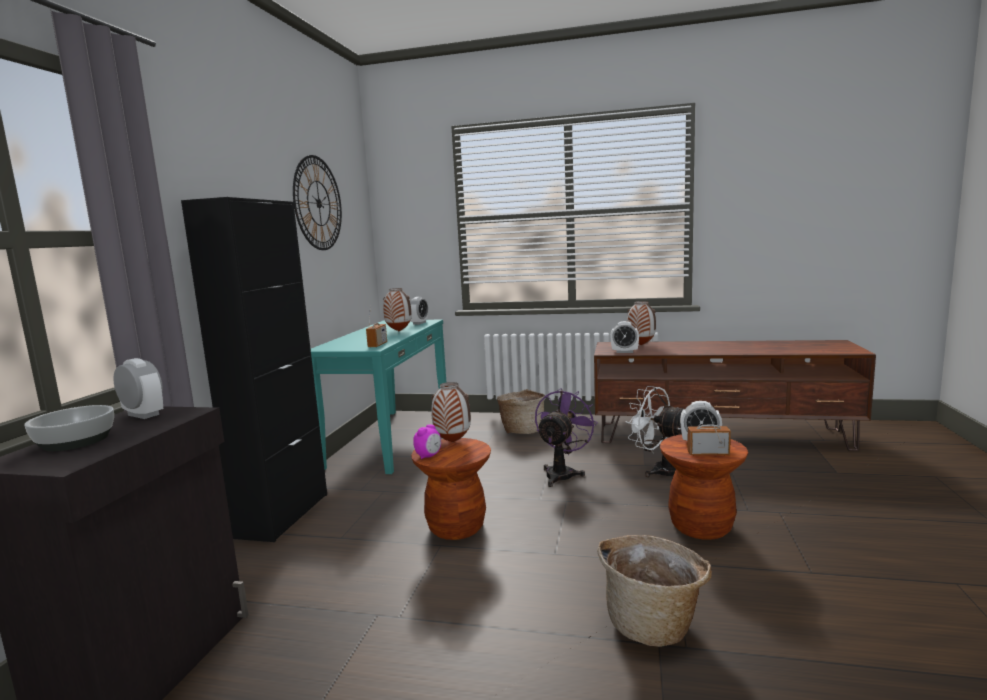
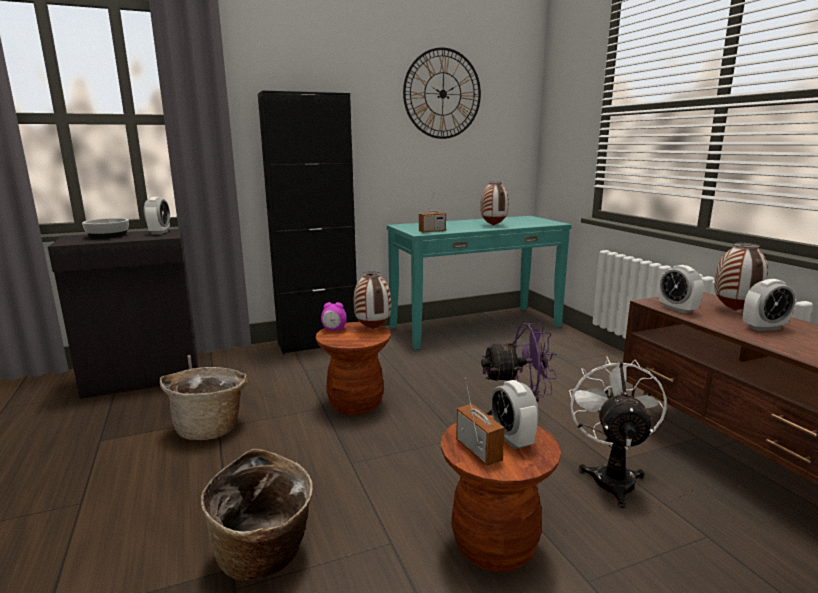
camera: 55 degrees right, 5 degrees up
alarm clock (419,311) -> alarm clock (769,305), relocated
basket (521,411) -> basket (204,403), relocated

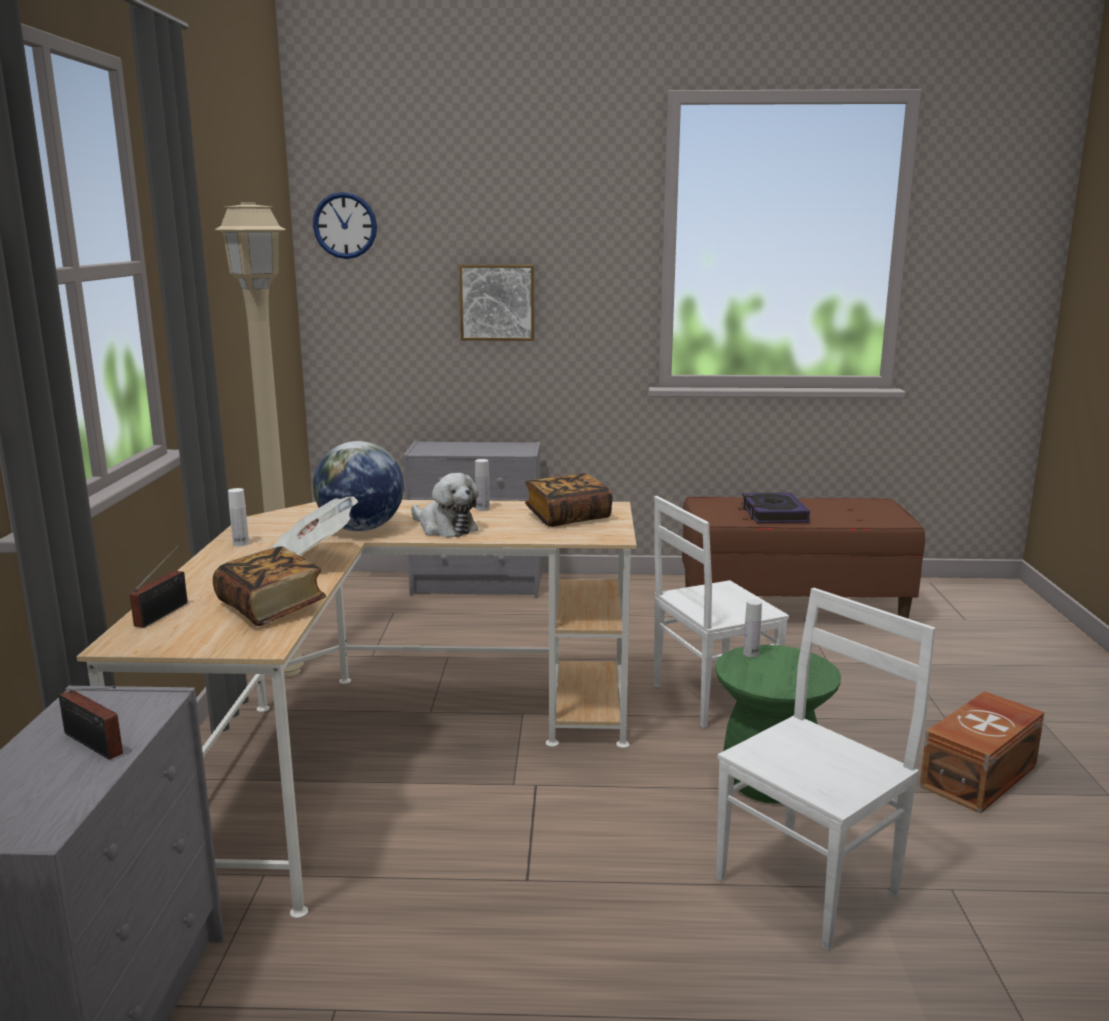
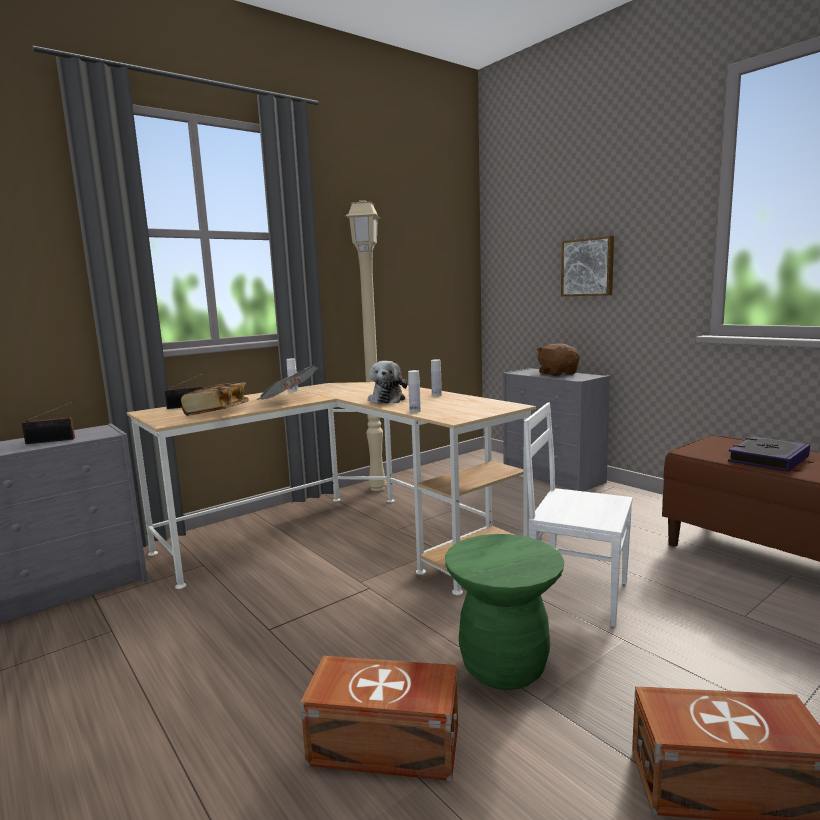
camera: 50 degrees right, 5 degrees down
wall clock (345,225) -> none
globe (358,486) -> none
book (569,500) -> none
white chair (826,769) -> brown storage box (379,718)
white bottle (752,628) -> white bottle (414,391), relocated
radio (91,723) -> radio (48,422), 105 degrees counterclockwise
none -> brown plush toy (557,359)

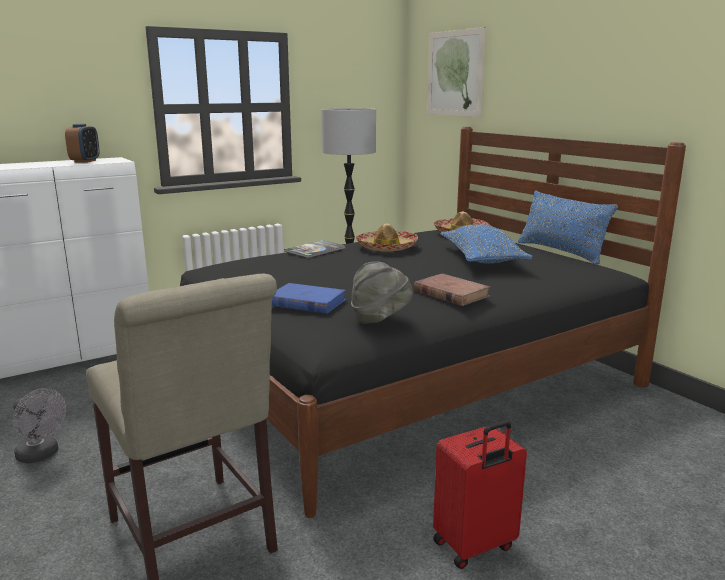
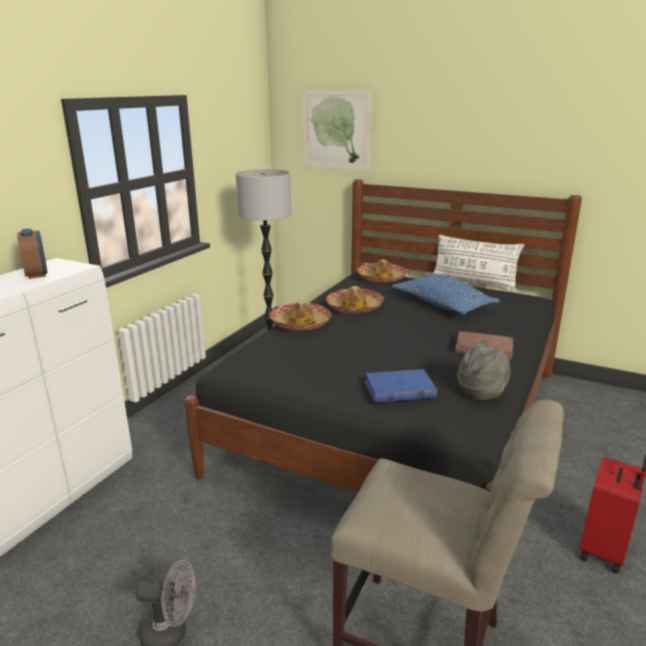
camera: 30 degrees left, 5 degrees up
blue pillow (568,227) -> white pillow (478,264)
book (314,249) -> hat (300,316)

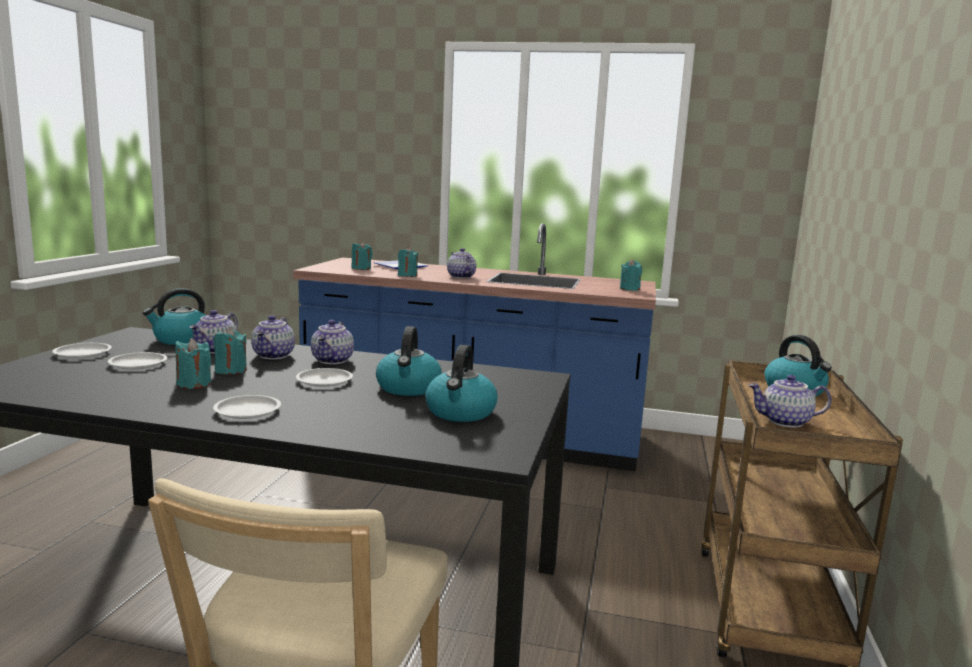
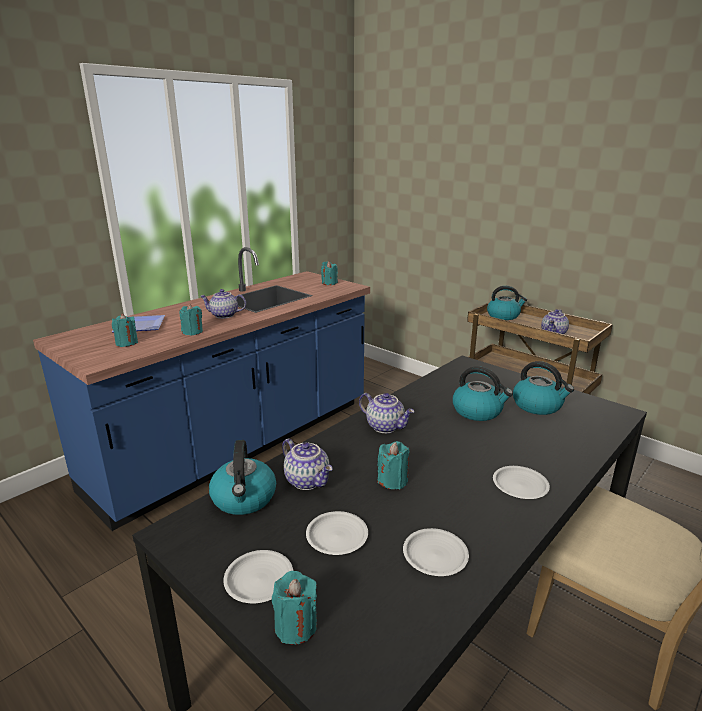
camera: 60 degrees left, 10 degrees up
teapot (273,337) -> none
turquoise candle (193,363) -> turquoise candle (294,607), relocated
white plate (324,377) -> white plate (436,552), relocated

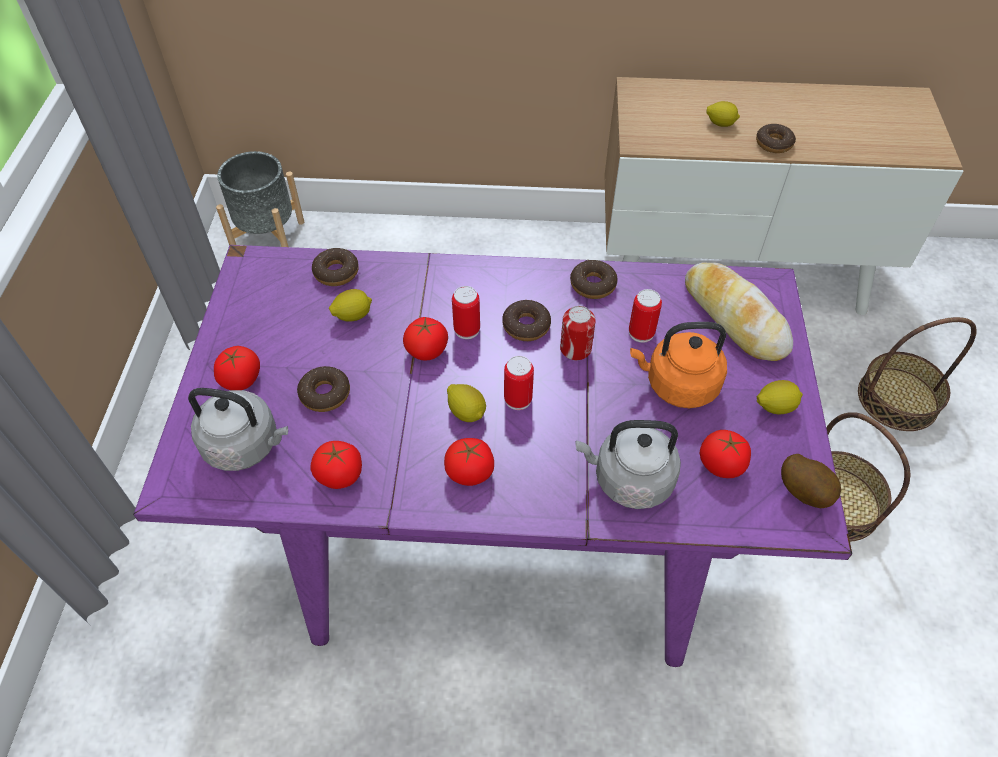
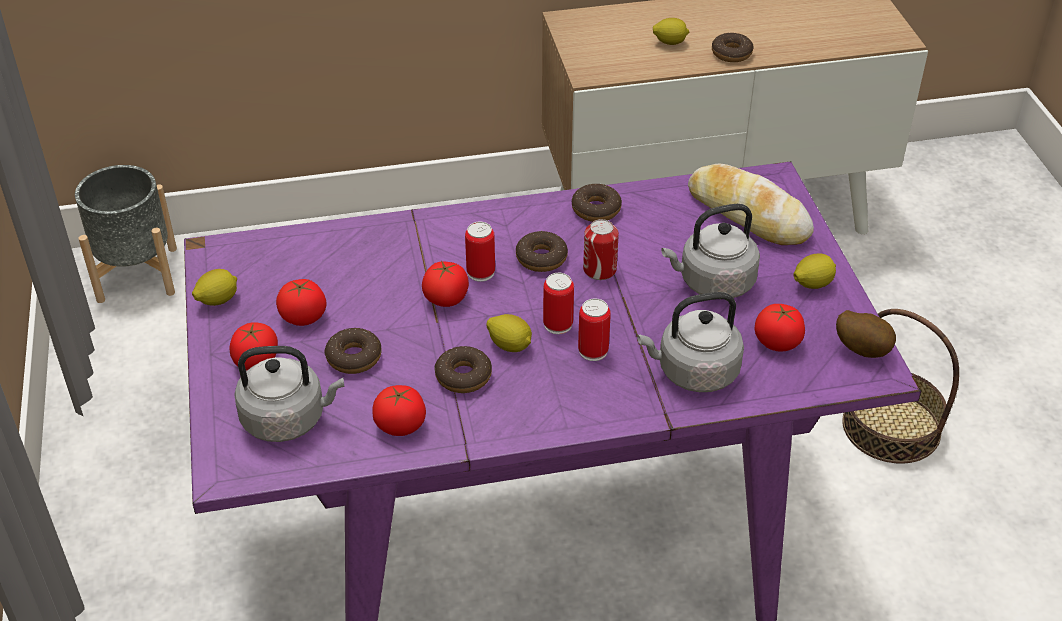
camera: 15 degrees left, 10 degrees down
donut (335,267) -> donut (463,369), relocated
lemon (350,305) -> lemon (214,287), relocated
can (645,316) -> can (594,329), relocated
basket (917,374) -> none
orange kettle (678,365) -> grey kettle (710,251)
tomato (469,462) -> tomato (301,302), relocated

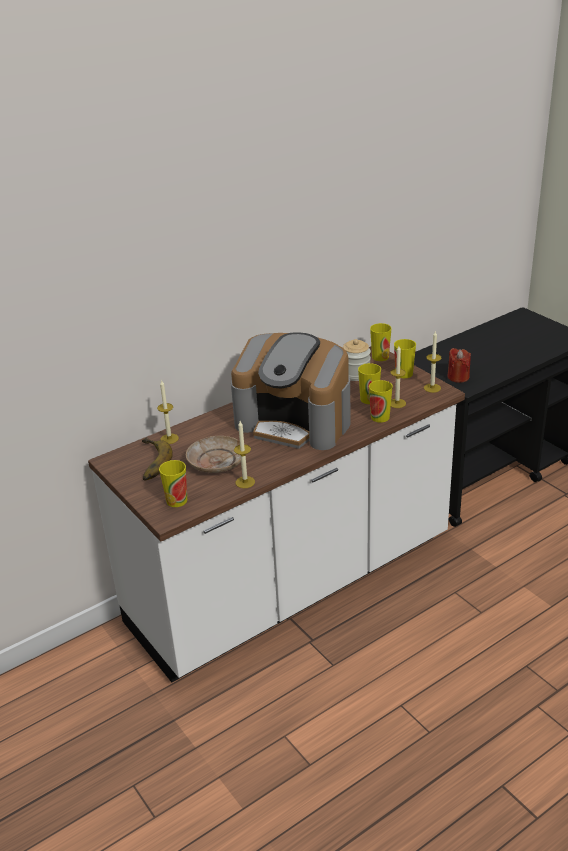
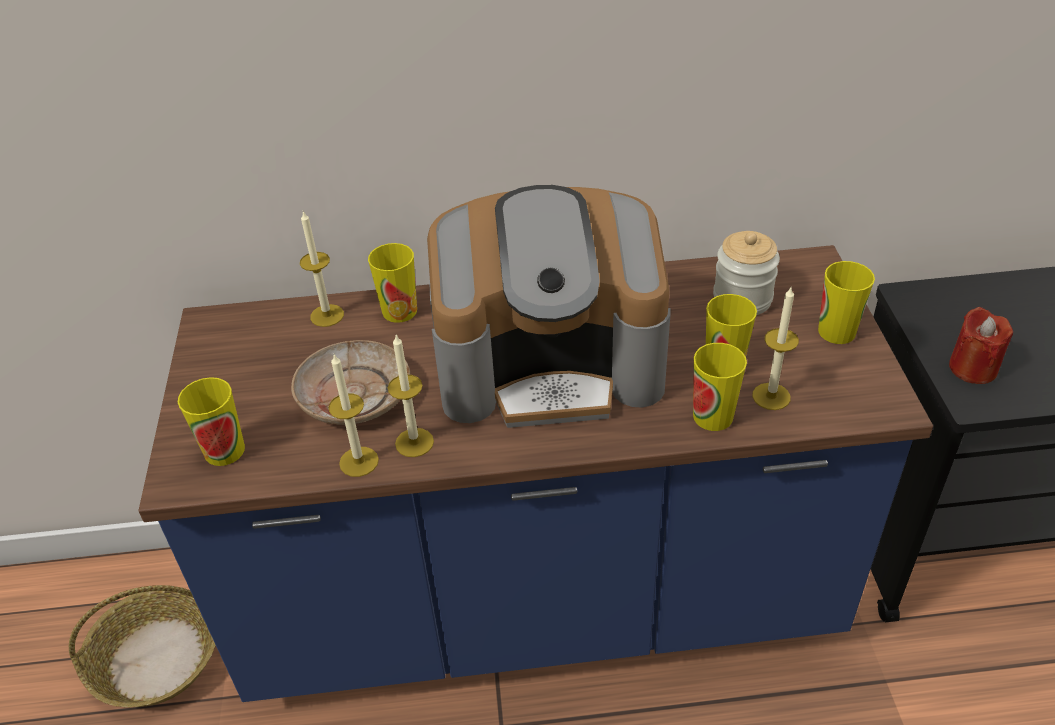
camera: 30 degrees right, 10 degrees up
cup (381,342) -> cup (392,283), relocated
candle (432,362) -> candle (411,396), relocated
coffee machine (290,391) -> coffee machine (549,306), 60 degrees counterclockwise
white counter (276,514) -> blue counter (536,473)
banana (157,459) -> none
none -> basket (142,646)

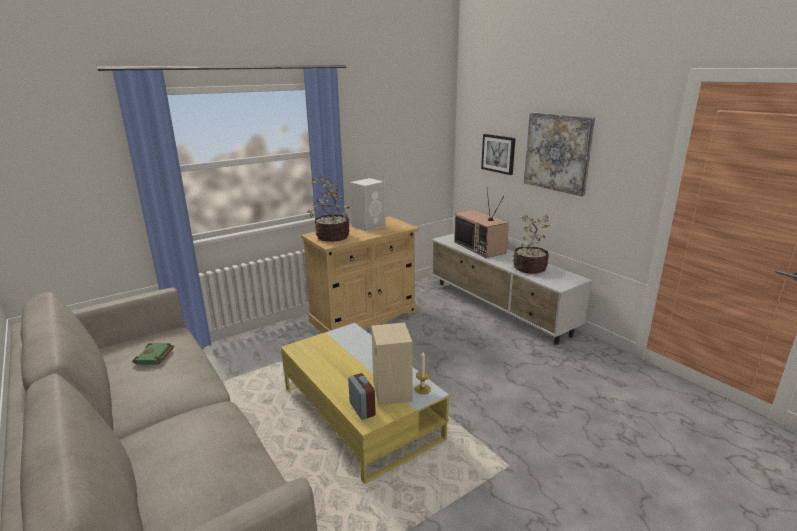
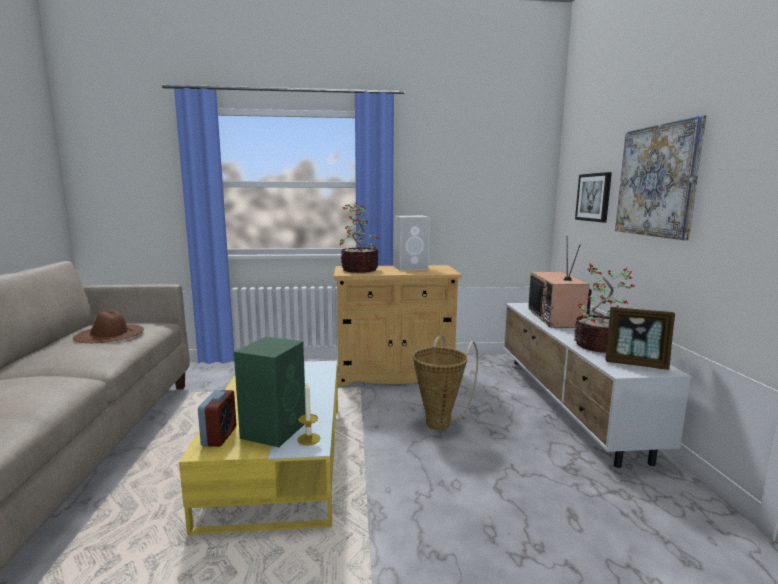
camera: 30 degrees right, 10 degrees down
beige speaker (392,364) -> green speaker (270,392)
green book (153,354) -> brown hat (108,326)
none -> picture frame (640,338)
none -> basket (445,382)

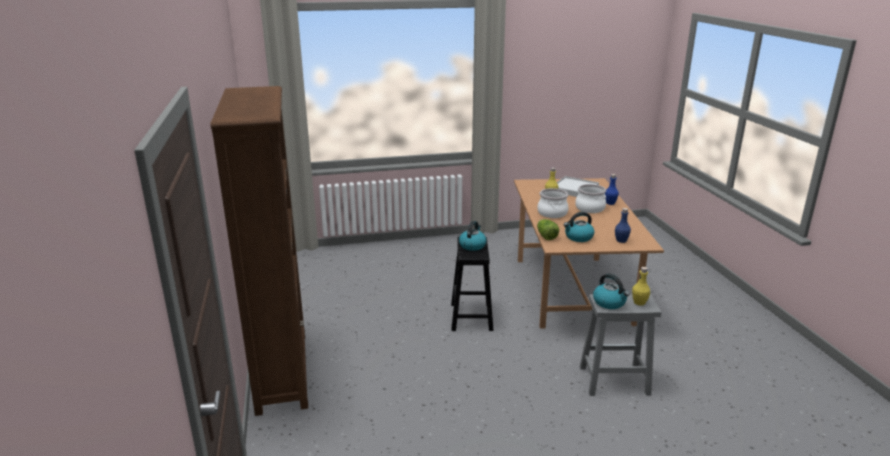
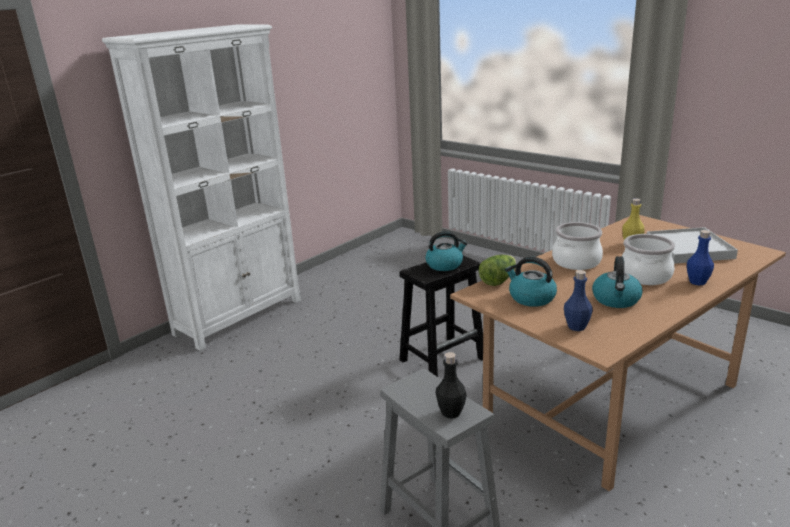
camera: 55 degrees right, 0 degrees up
brown bookcase (259,251) -> white bookcase (201,188)
yellow bottle (641,286) -> black bottle (451,385)
kettle (611,291) -> kettle (617,282), relocated

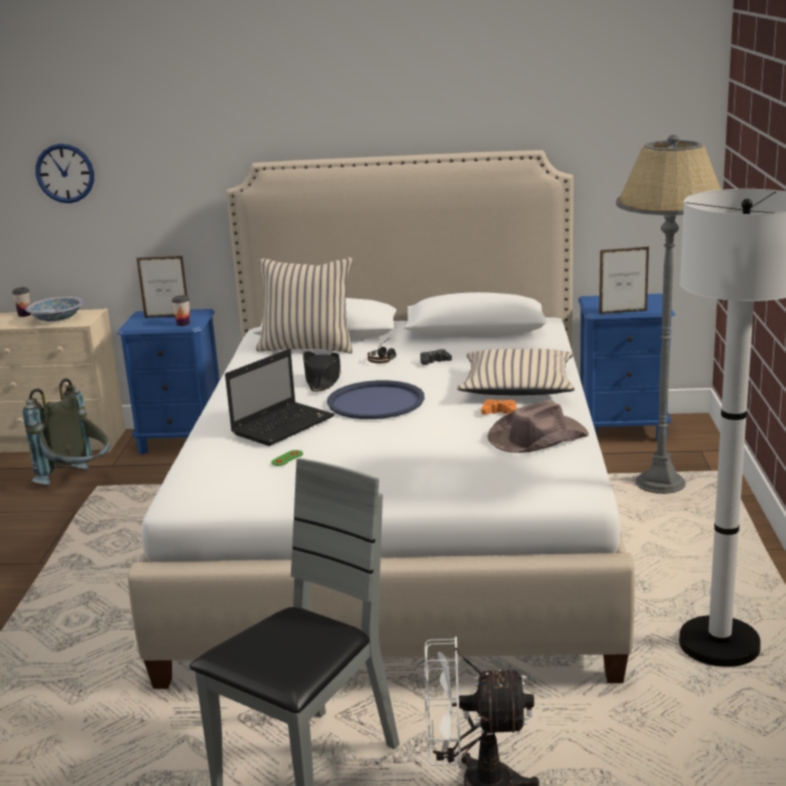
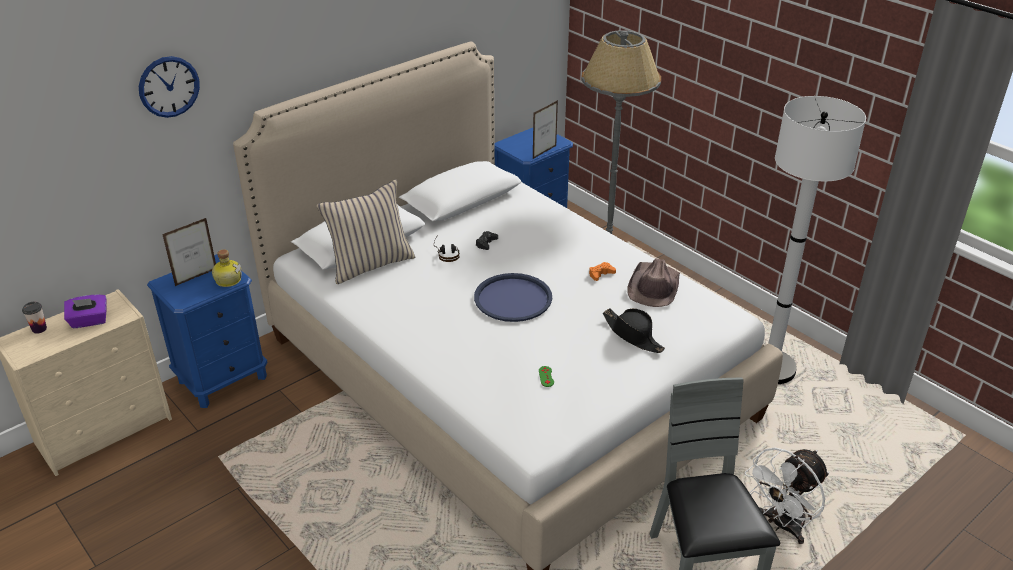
camera: 45 degrees left, 15 degrees up
wall clock (64,173) -> wall clock (169,87), relocated
cup (181,310) -> bottle (227,268)
bowl (54,309) -> purple tissue box (85,311)
laptop (280,397) -> none
beige pillow (516,372) -> none
black hat (322,371) -> black hat (634,330), relocated
grey backpack (66,431) -> none

